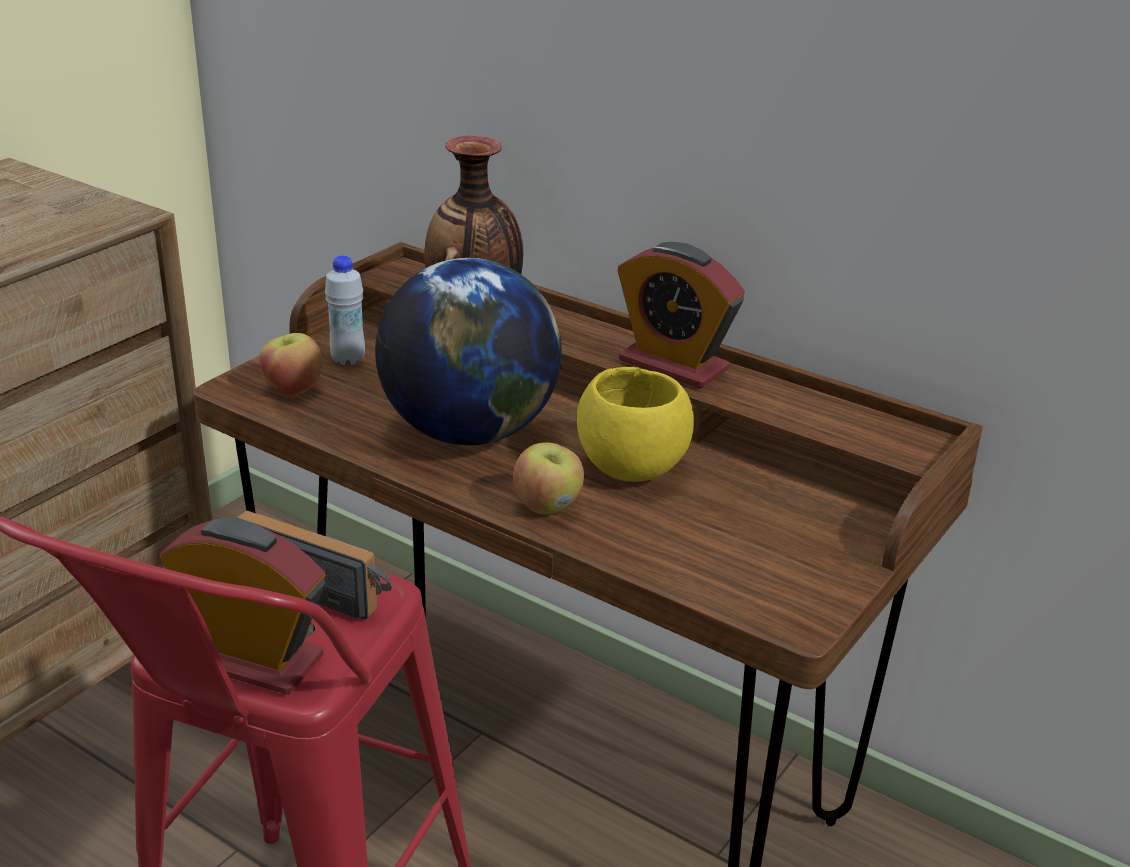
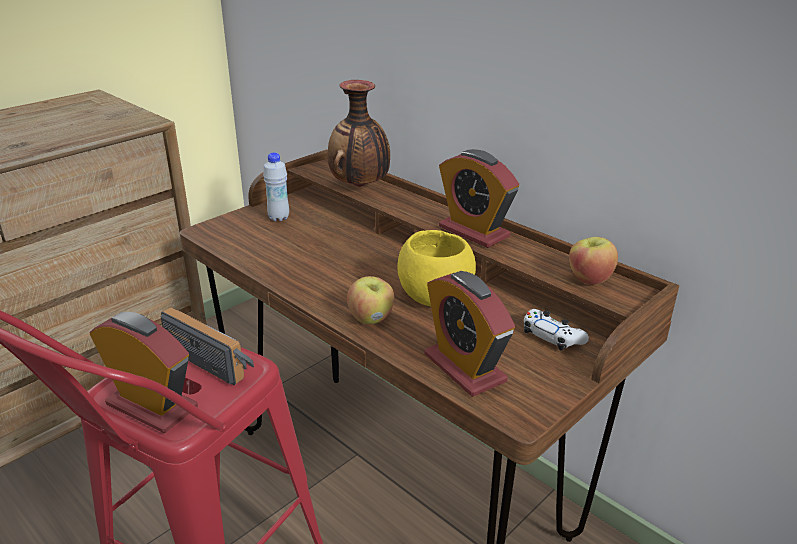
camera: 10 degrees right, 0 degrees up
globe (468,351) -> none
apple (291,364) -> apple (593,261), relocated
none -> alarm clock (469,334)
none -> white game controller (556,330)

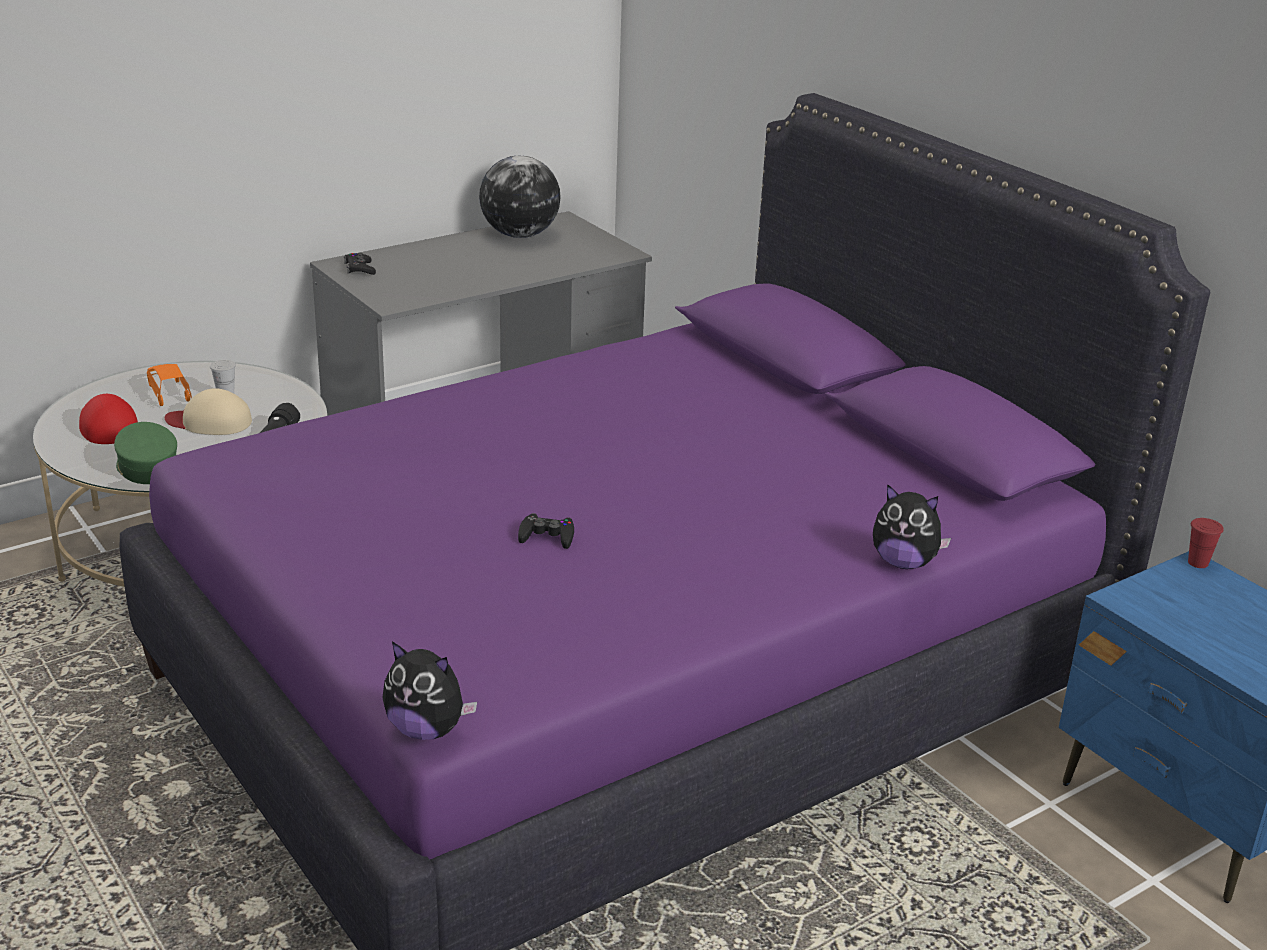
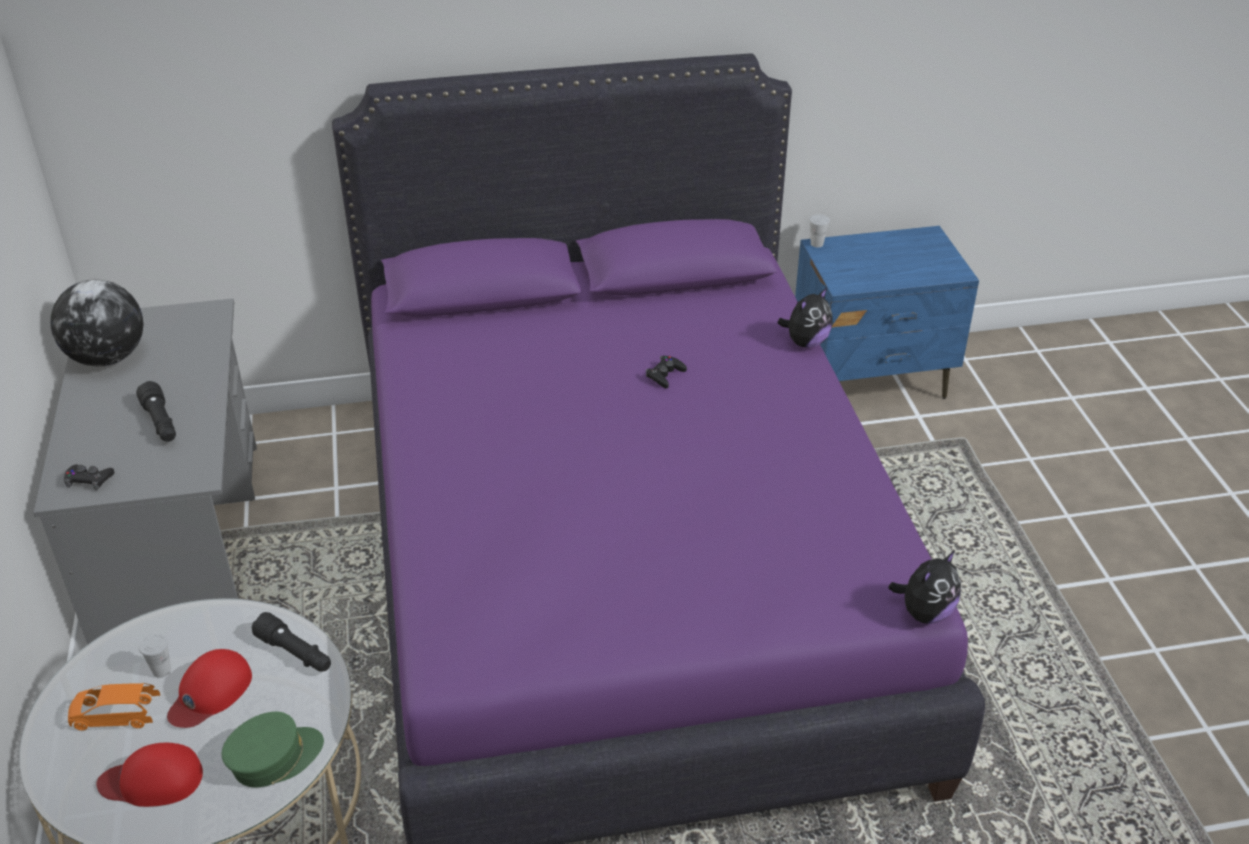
camera: 65 degrees left, 10 degrees up
beige cap (208,411) -> red cap (209,688)
green cap (145,453) -> green cap (273,750), 150 degrees clockwise
black game controller (546,531) -> black game controller (666,372), relocated
red cup (1206,543) -> white cup (819,230)
none -> black flashlight (156,411)

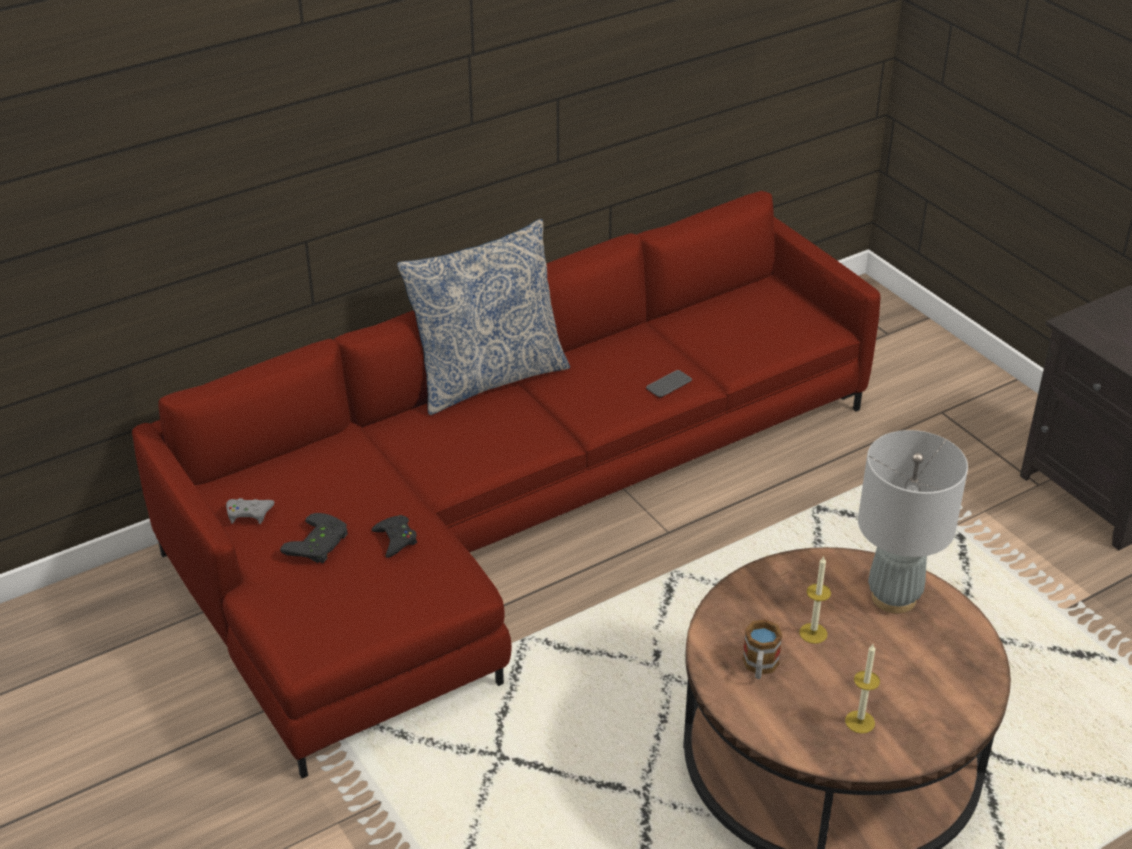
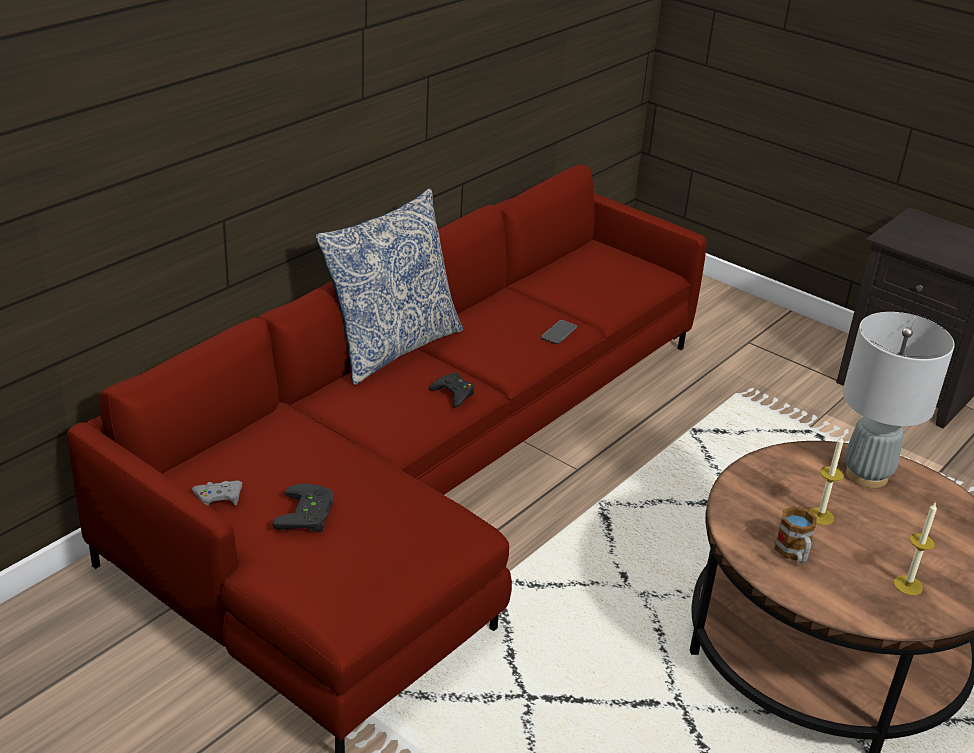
camera: 20 degrees left, 5 degrees down
black game controller (394,536) -> black game controller (452,390), relocated

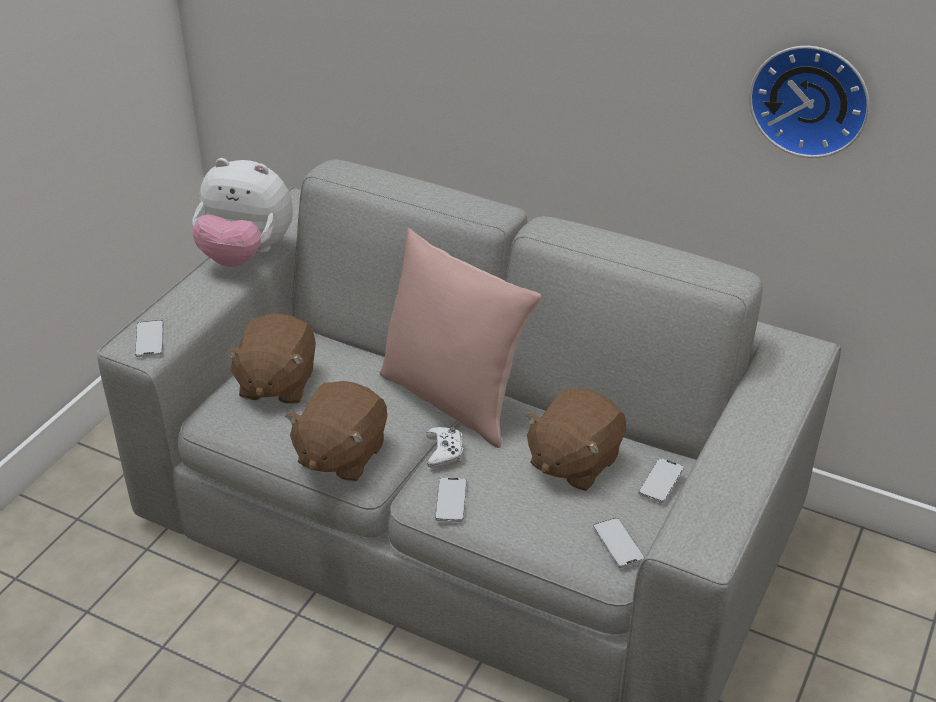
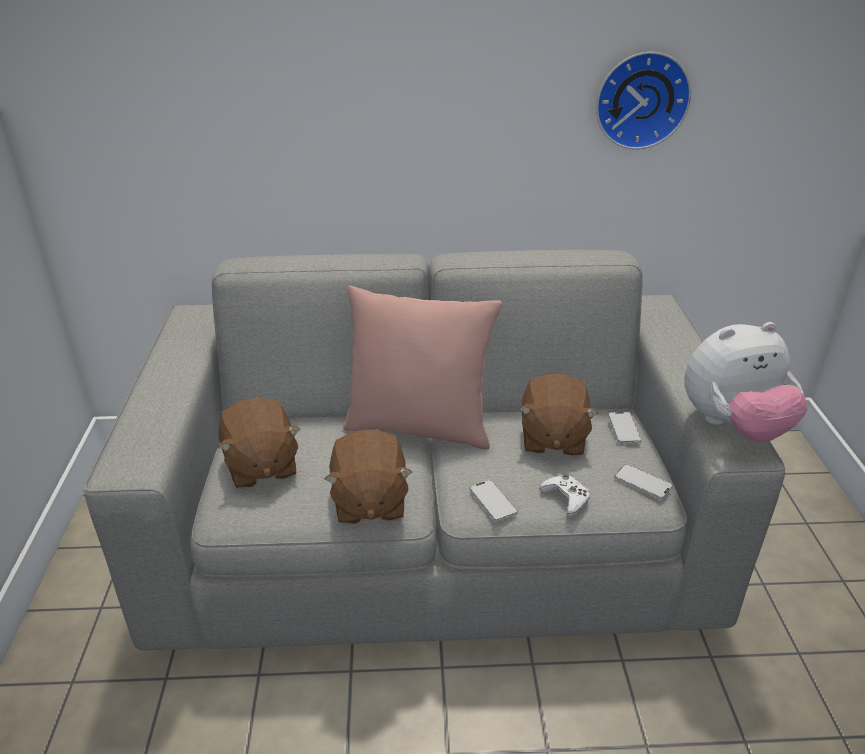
camera: 30 degrees left, 5 degrees down
plush toy (242,212) -> plush toy (745,382), relocated
phone (149,338) -> none
white game controller (444,447) -> white game controller (565,494), relocated

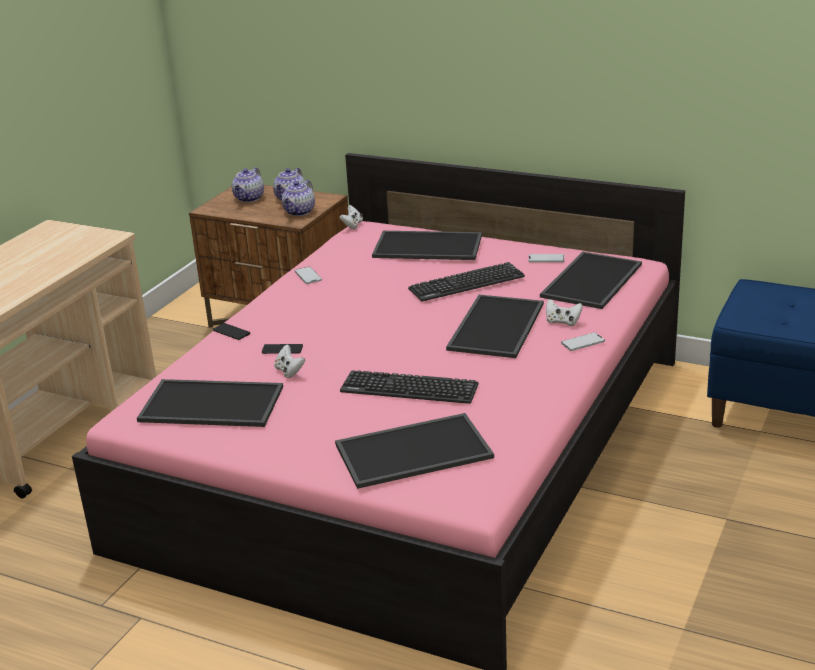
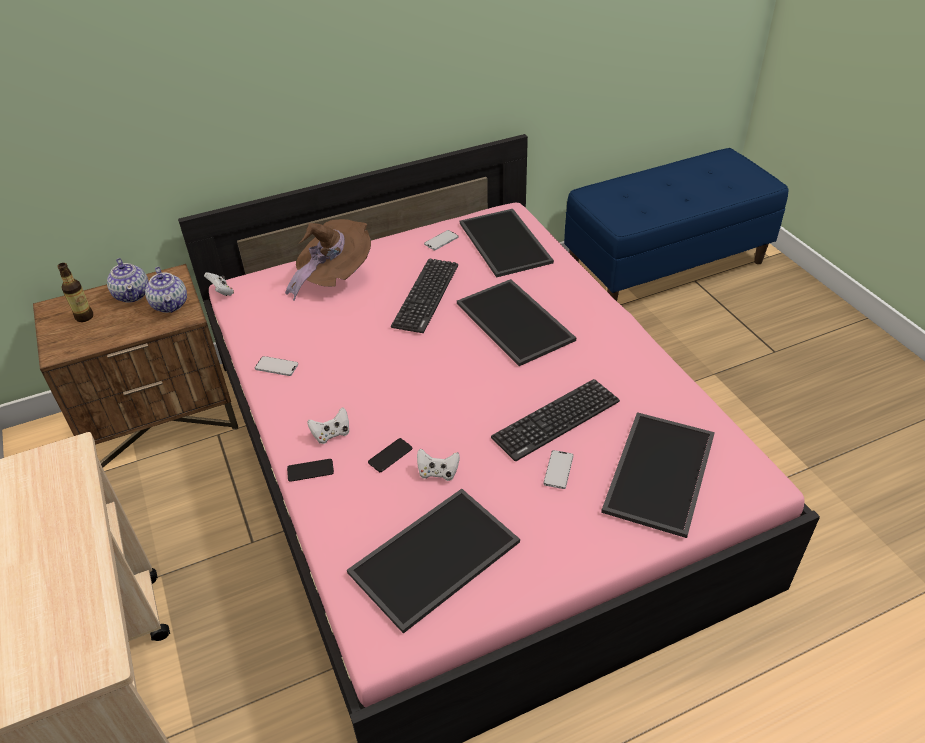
camera: 50 degrees left, 15 degrees up
teapot (248,184) -> bottle (75,292)
tray (427,245) -> brown hat (328,259)
white game controller (564,312) -> white game controller (328,425), relocated
phone (583,341) -> phone (558,469), relocated

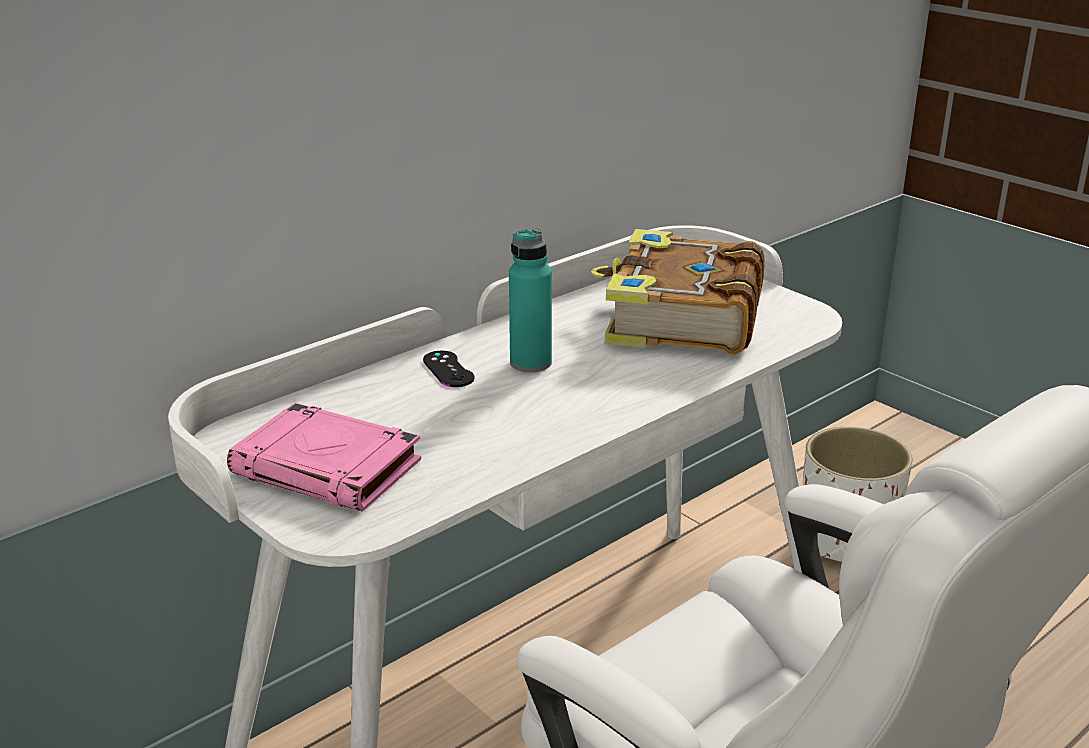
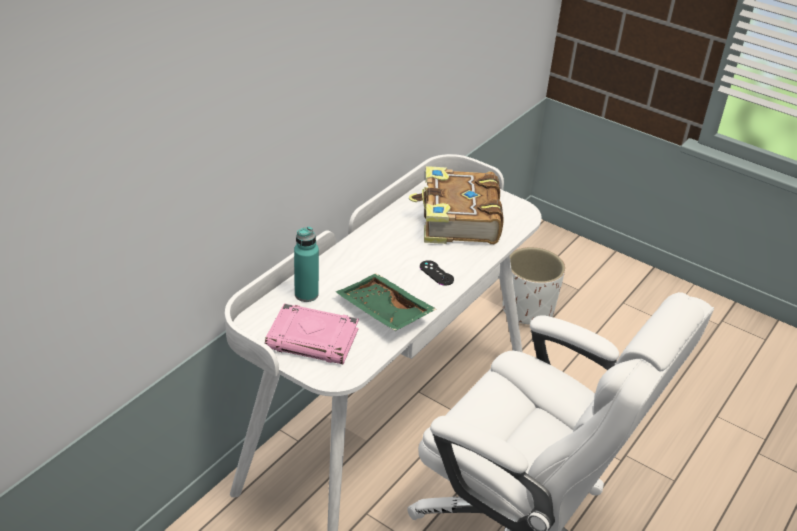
camera: 15 degrees left, 10 degrees up
turquoise bottle (530,300) -> turquoise bottle (306,264), relocated
black game controller (449,369) -> black game controller (437,273), relocated
none -> green tray (386,302)

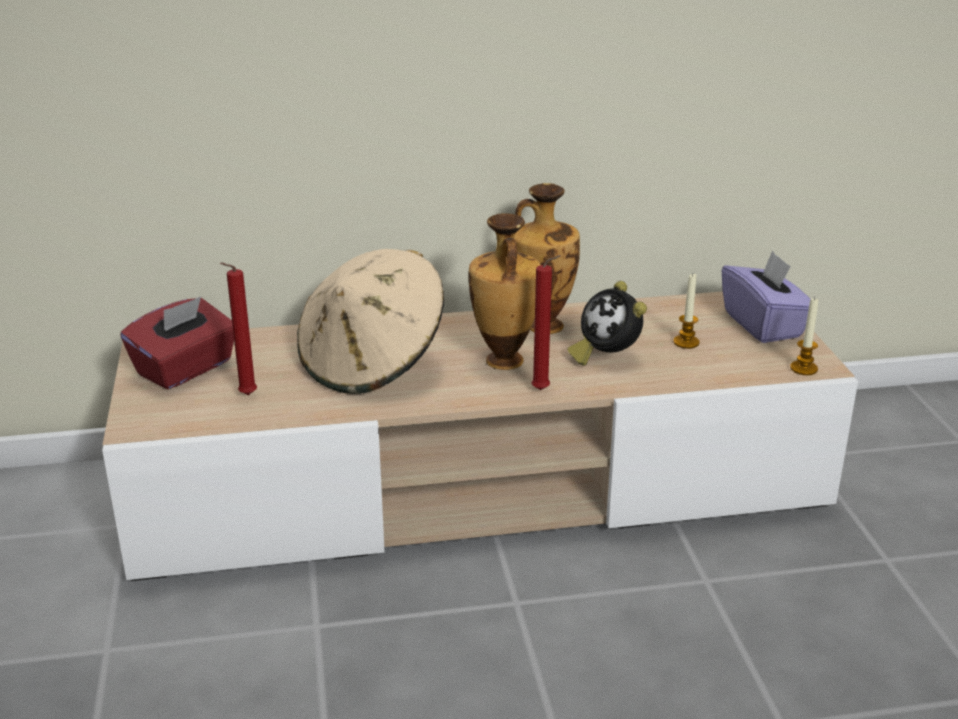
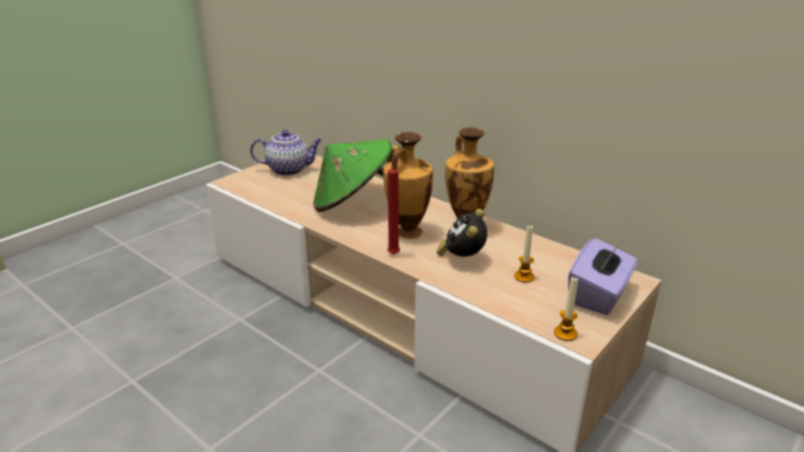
camera: 50 degrees right, 0 degrees up
beige hat (370,321) -> green hat (357,175)
red candle (238,329) -> none
red tissue box (177,343) -> teapot (286,153)

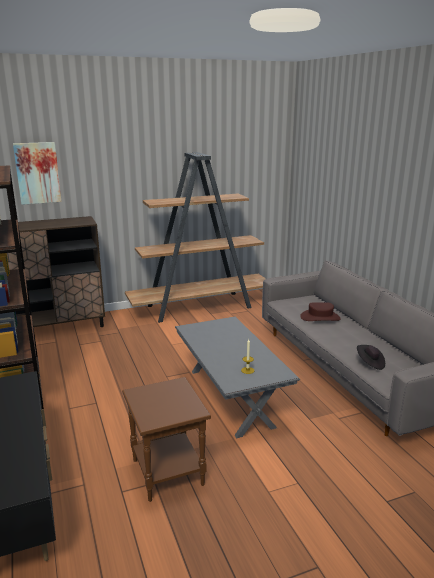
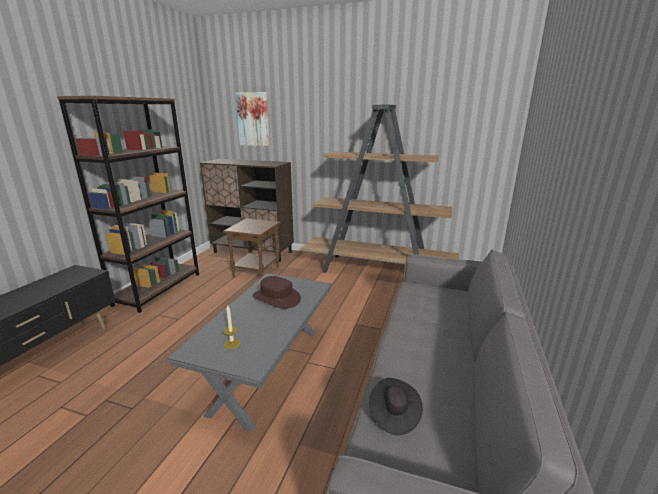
camera: 40 degrees right, 0 degrees up
brown hat (320,311) -> brown hat (277,292), relocated
brown side table (166,439) -> brown side table (252,248), relocated

